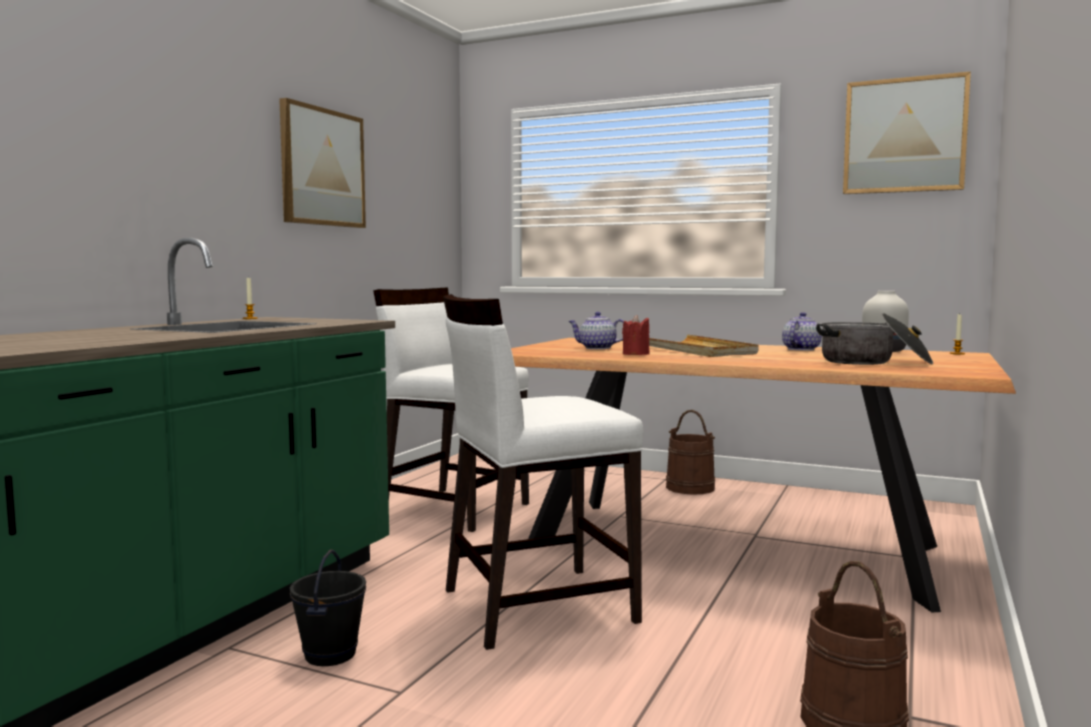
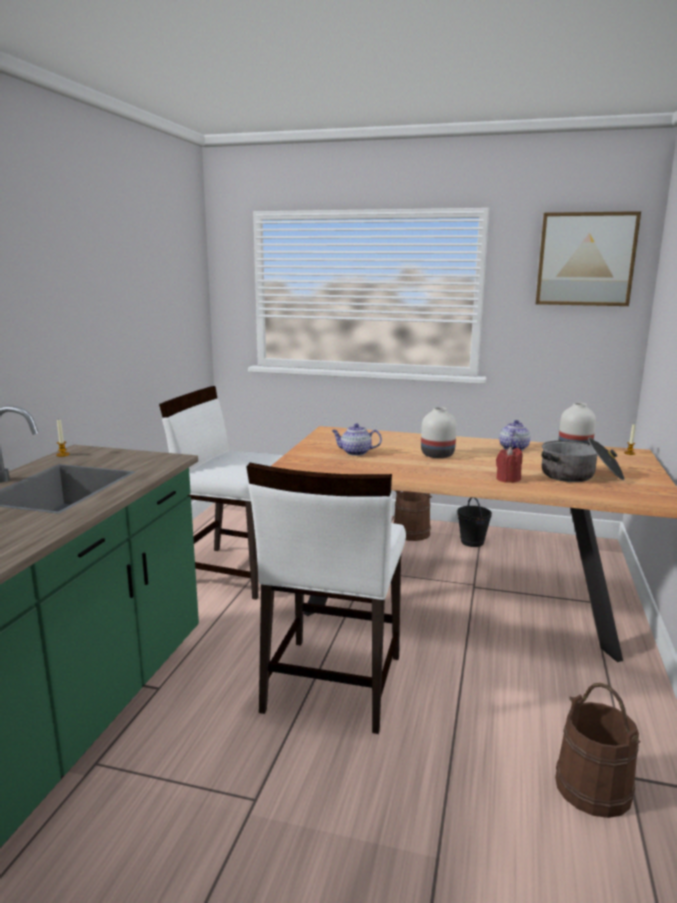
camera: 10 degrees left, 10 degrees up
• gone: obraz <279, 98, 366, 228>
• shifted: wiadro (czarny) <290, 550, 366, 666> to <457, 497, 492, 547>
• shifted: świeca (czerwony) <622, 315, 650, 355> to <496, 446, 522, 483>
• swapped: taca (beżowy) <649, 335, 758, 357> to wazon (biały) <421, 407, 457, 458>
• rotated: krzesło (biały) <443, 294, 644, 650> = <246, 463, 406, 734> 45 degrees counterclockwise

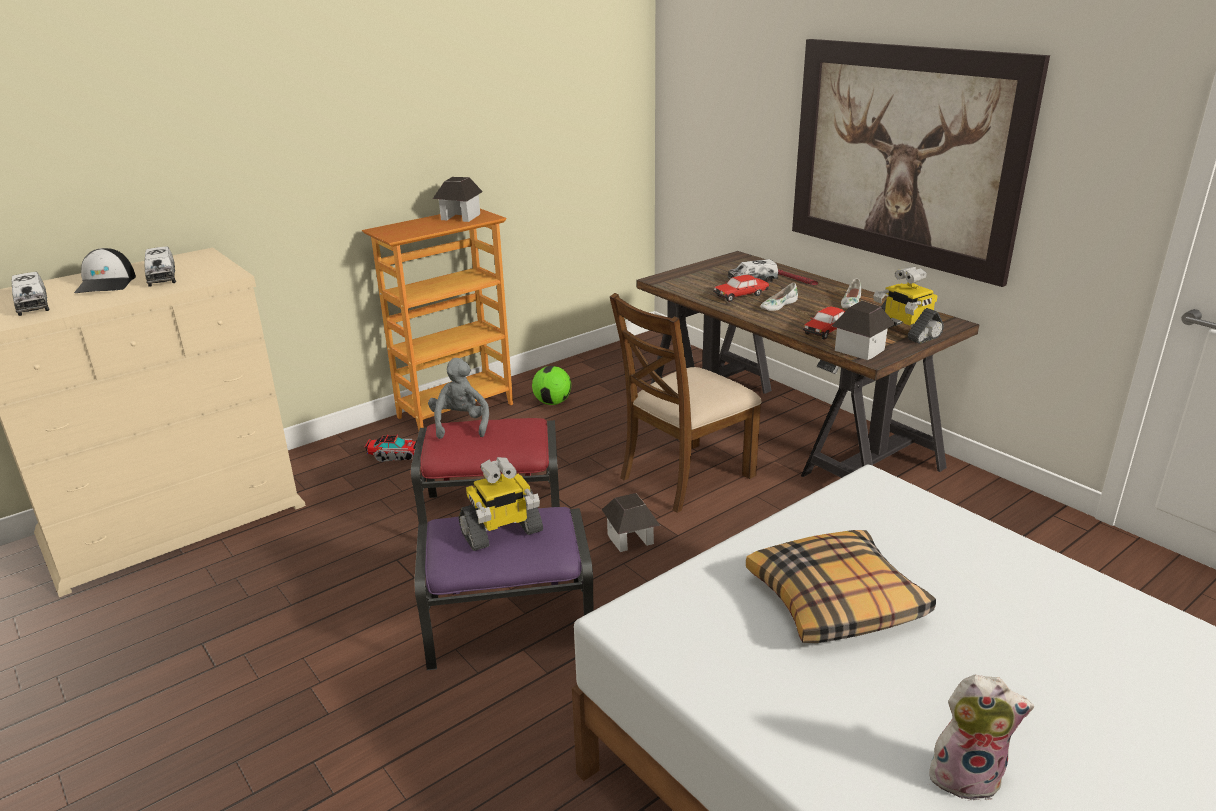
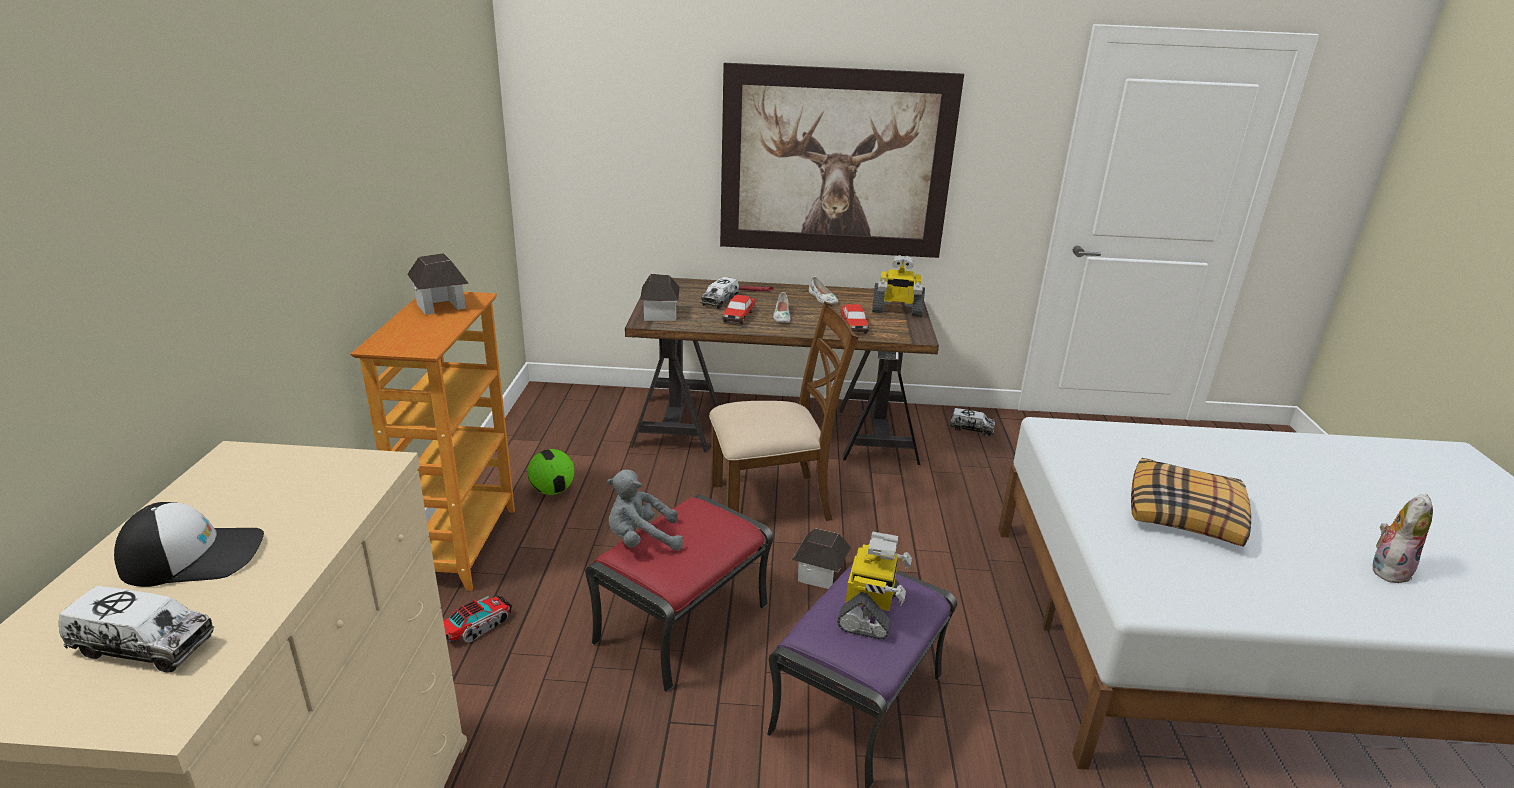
camera: 50 degrees left, 0 degrees up
• shifted: ciężarówka zabawkowa <145, 246, 176, 287> to <949, 408, 995, 436>
• shifted: domek <832, 301, 895, 360> to <640, 274, 680, 321>
• rotated: czapka z daszkiem <74, 248, 136, 293> = <114, 502, 264, 587> 45 degrees counterclockwise
• rotated: pluszak (szary) <428, 358, 489, 439> = <607, 470, 683, 551> 45 degrees counterclockwise
• rotated: krzesło (brązowy) <610, 293, 762, 513> = <709, 301, 859, 521> 105 degrees counterclockwise

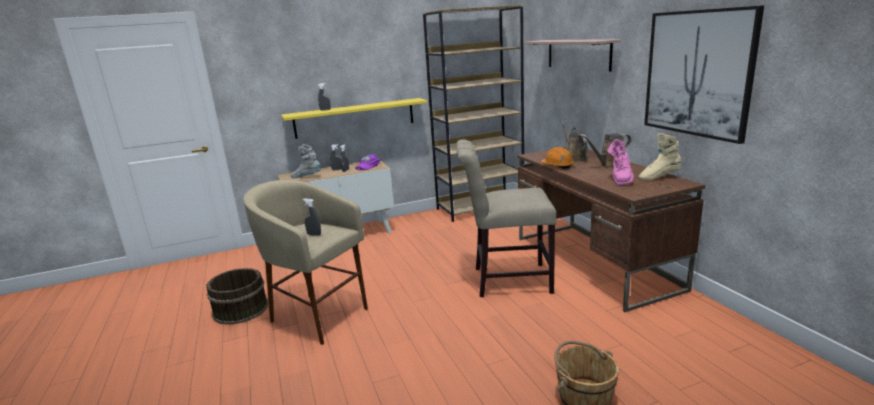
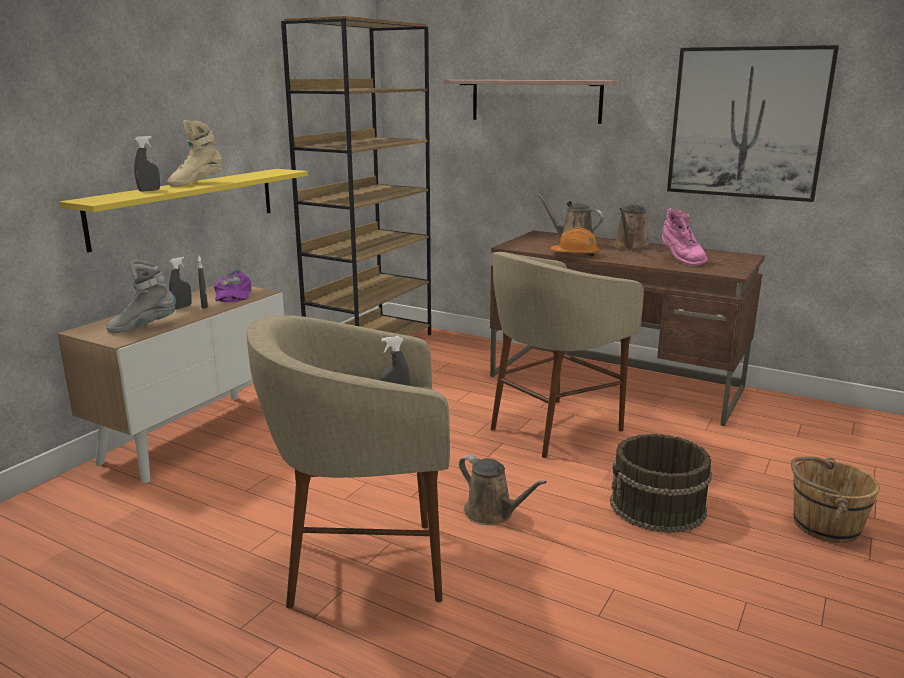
camera: 40 degrees left, 0 degrees up
• new: konewka (brązowy) <459, 455, 547, 525>
• shifted: wiadro (brązowy) <206, 268, 269, 325> to <610, 434, 712, 533>
• shifted: but z cholewką (beżowy) <639, 133, 682, 180> to <168, 120, 222, 187>
• swapped: krzesło (beżowy) <456, 139, 557, 297> to stołek (beżowy) <491, 252, 644, 458>

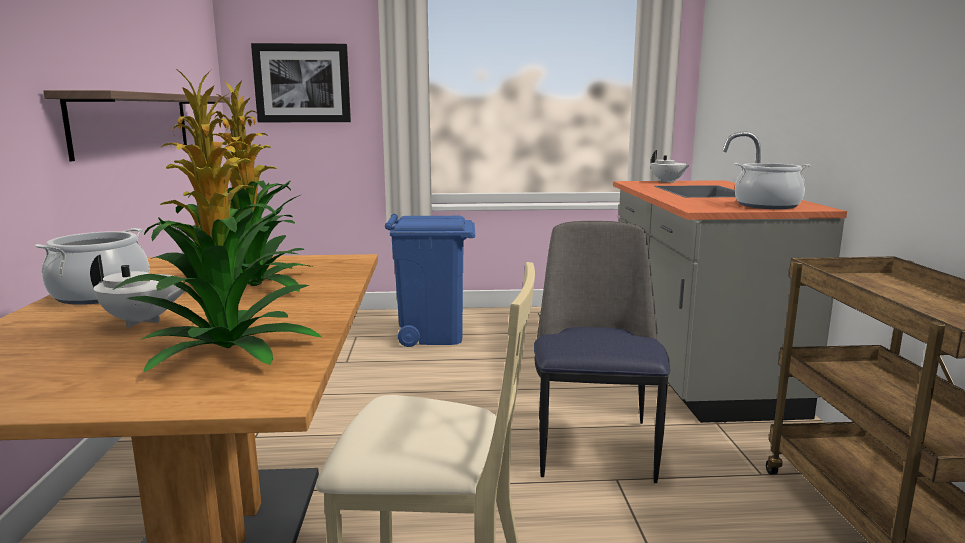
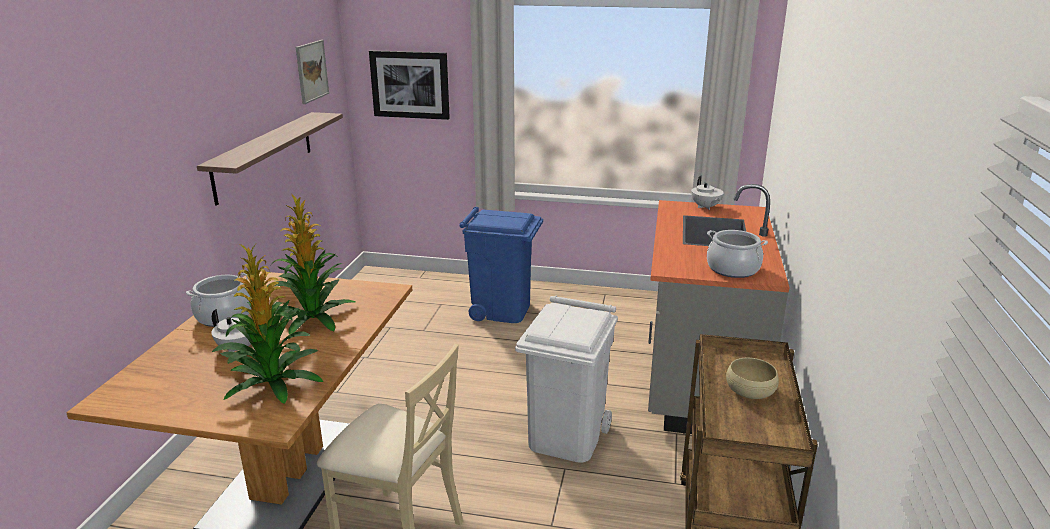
camera: 15 degrees right, 10 degrees up
• new: obraz <296, 40, 329, 104>
• new: miska (beżowy) <726, 358, 779, 399>
• swapped: krzesło <534, 221, 670, 483> to kosz na śmieci (biały) <515, 296, 618, 463>

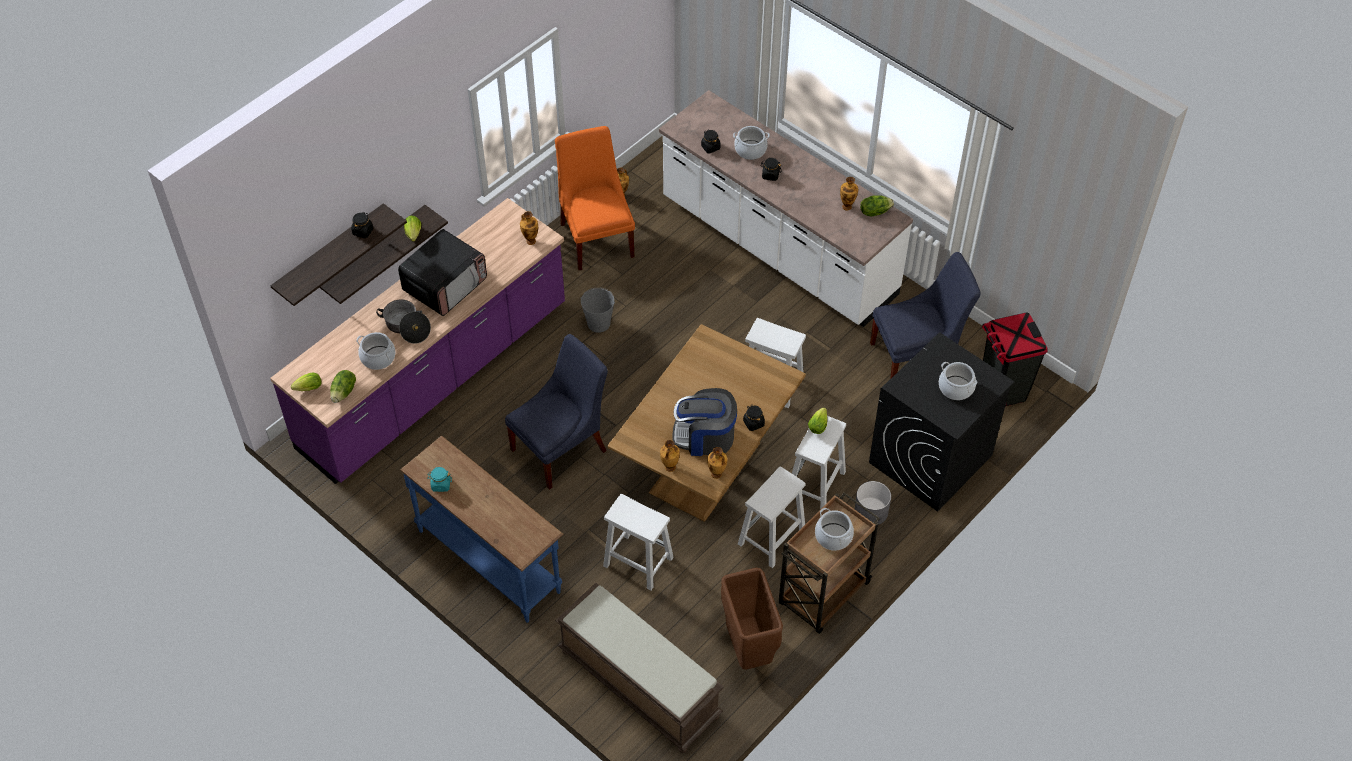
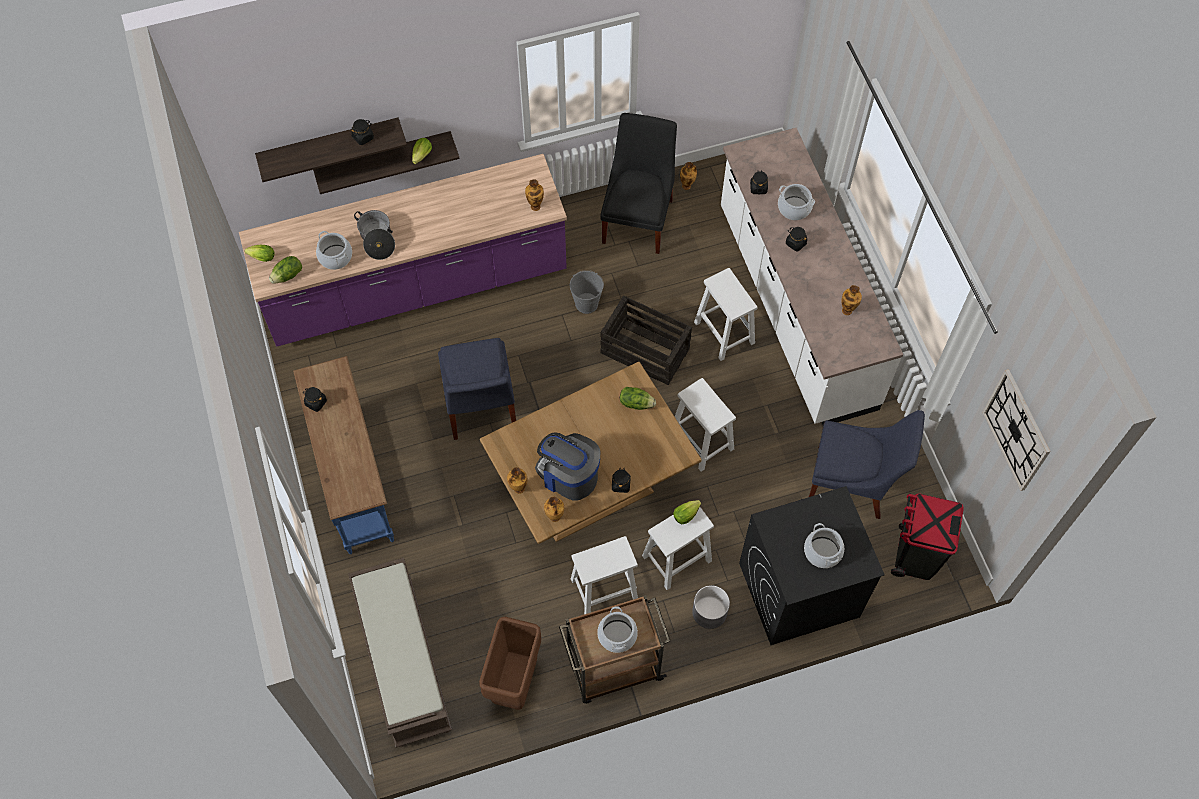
camera: 30 degrees right, 10 degrees up
• gone: mikrofalówka <398, 229, 487, 316>
• new: skrzynka <600, 295, 692, 385>
• new: zegar ścienny <982, 369, 1051, 491>
• shifted: stołek (biały) <603, 494, 674, 591> to <694, 268, 758, 361>
• shifted: sałata <860, 195, 894, 216> to <620, 387, 656, 410>
• repainted: słoik (turkusowy) <427, 467, 452, 492> to słoik (czarny) <303, 387, 327, 412>
• repainted: krzesło (pomarańczowy) <555, 126, 635, 270> to krzesło (czarny) <600, 113, 677, 254>
• rotated: krzesło (niebieski) <505, 334, 608, 490> = <438, 338, 516, 440> 90 degrees clockwise

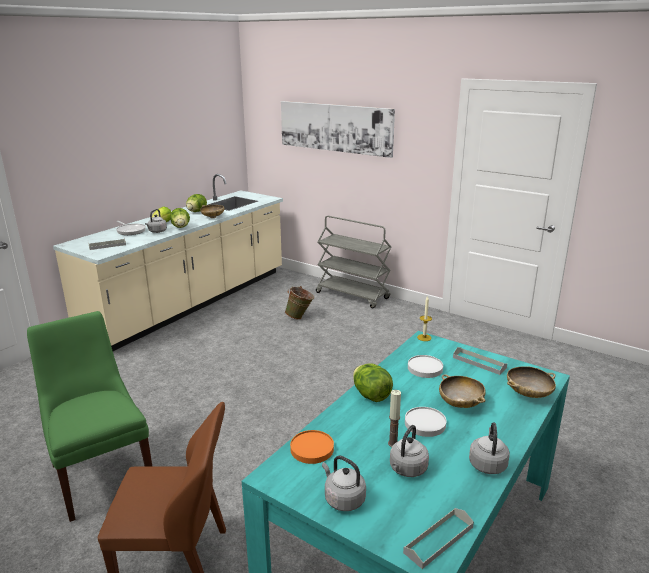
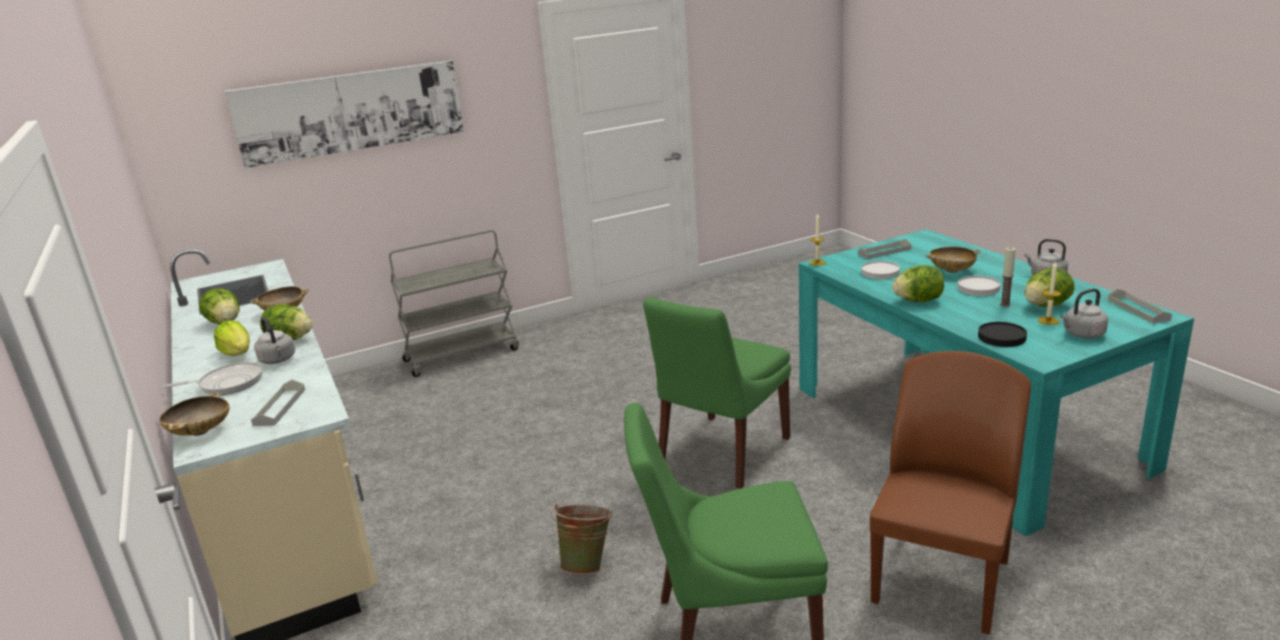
camera: 60 degrees left, 0 degrees up
• new: krzesło (zielony) <643, 297, 791, 489>
• new: świeca <1038, 261, 1061, 325>
• shifted: wiadro (zielony) <285, 286, 314, 320> to <552, 504, 612, 574>
• shifted: miska (beżowy) <507, 366, 556, 398> to <159, 392, 229, 436>
• swapped: czajnik (szary) <390, 425, 429, 477> to sałata <1025, 268, 1075, 307>
• repainted: talerz (pomarańczowy) <290, 430, 334, 464> to talerz (czarny) <978, 322, 1027, 347>

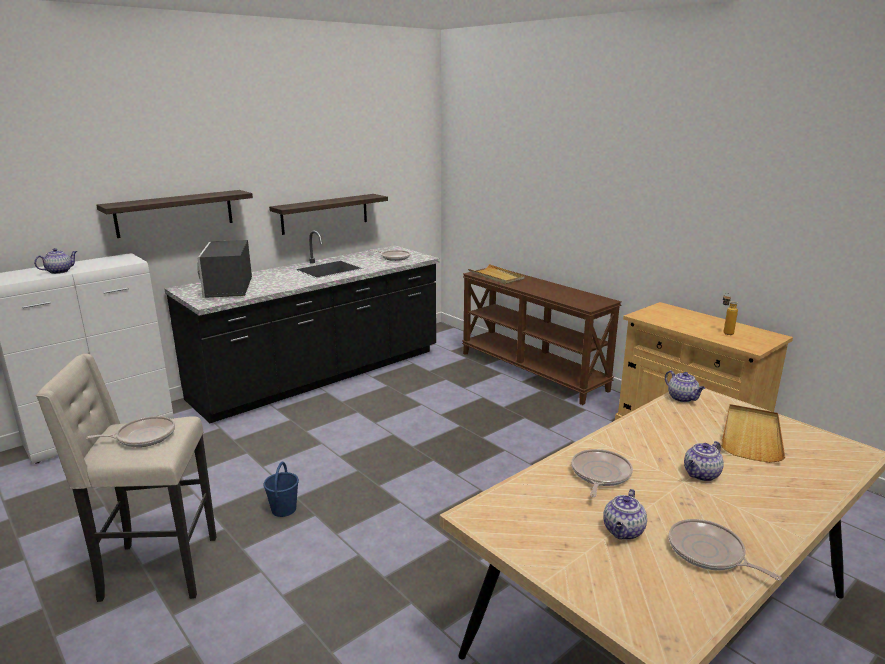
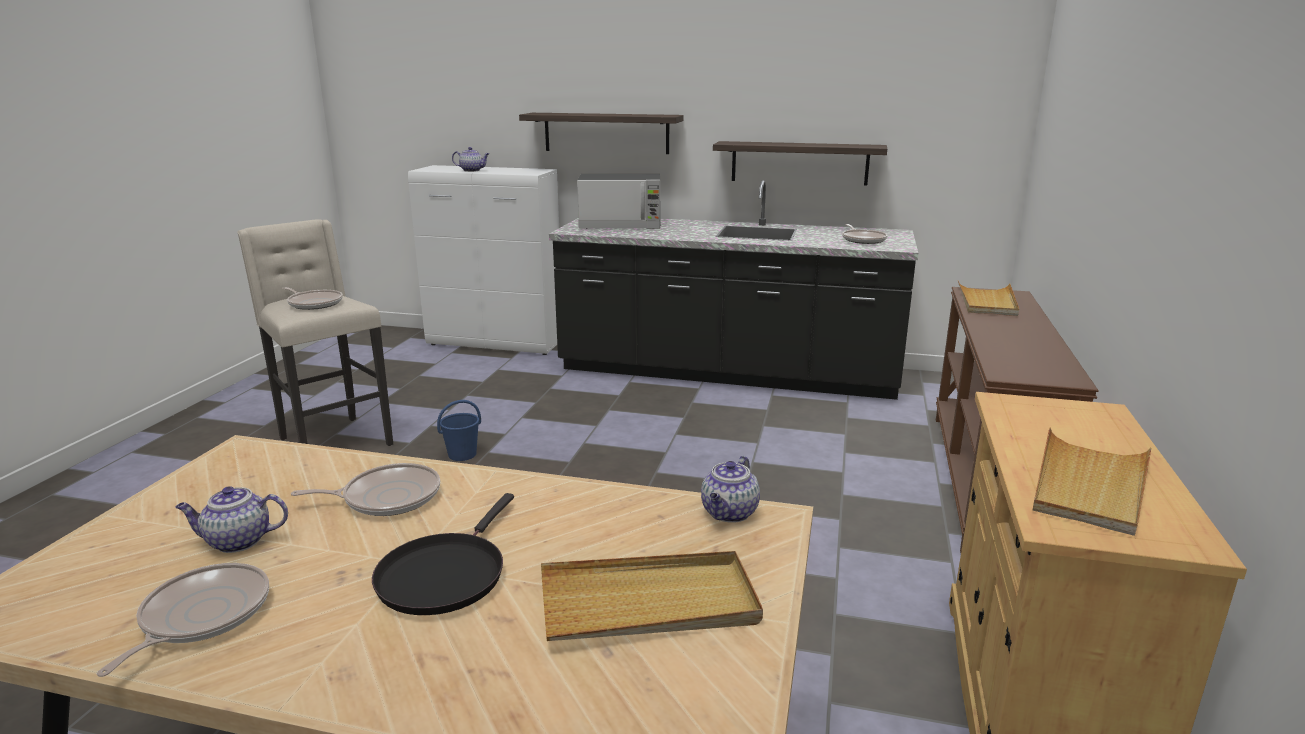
camera: 55 degrees right, 0 degrees up
• swapped: imbryk <684, 441, 724, 481> to patelnia (czarny) <372, 493, 514, 615>
• swapped: butelka <723, 293, 738, 335> to taca (beżowy) <1033, 427, 1151, 536>
• rotated: mikrofalówka <197, 240, 252, 298> = <577, 174, 660, 229> 135 degrees counterclockwise

